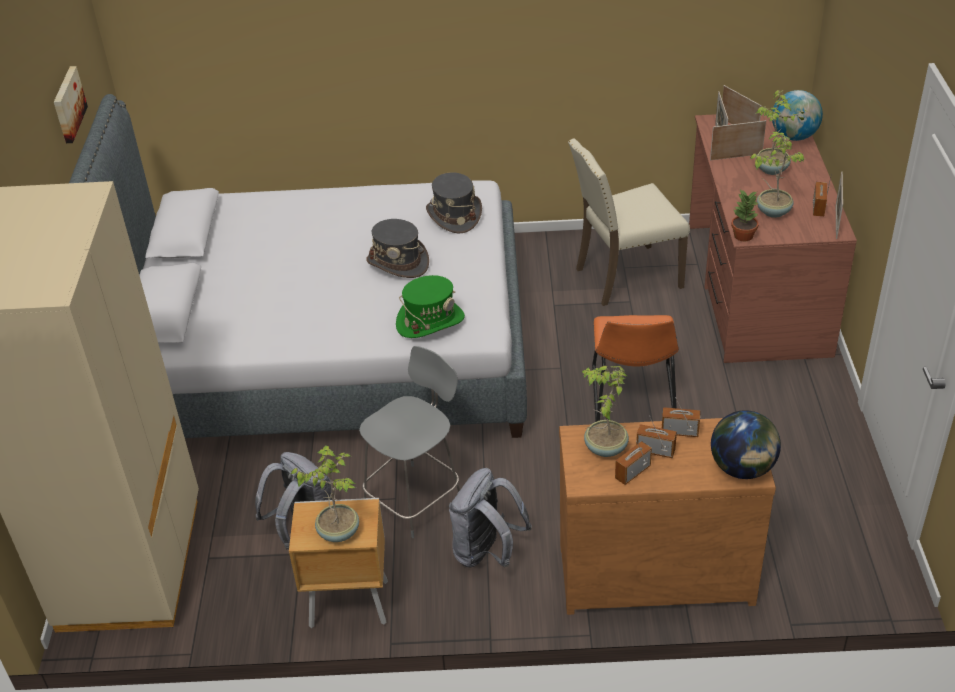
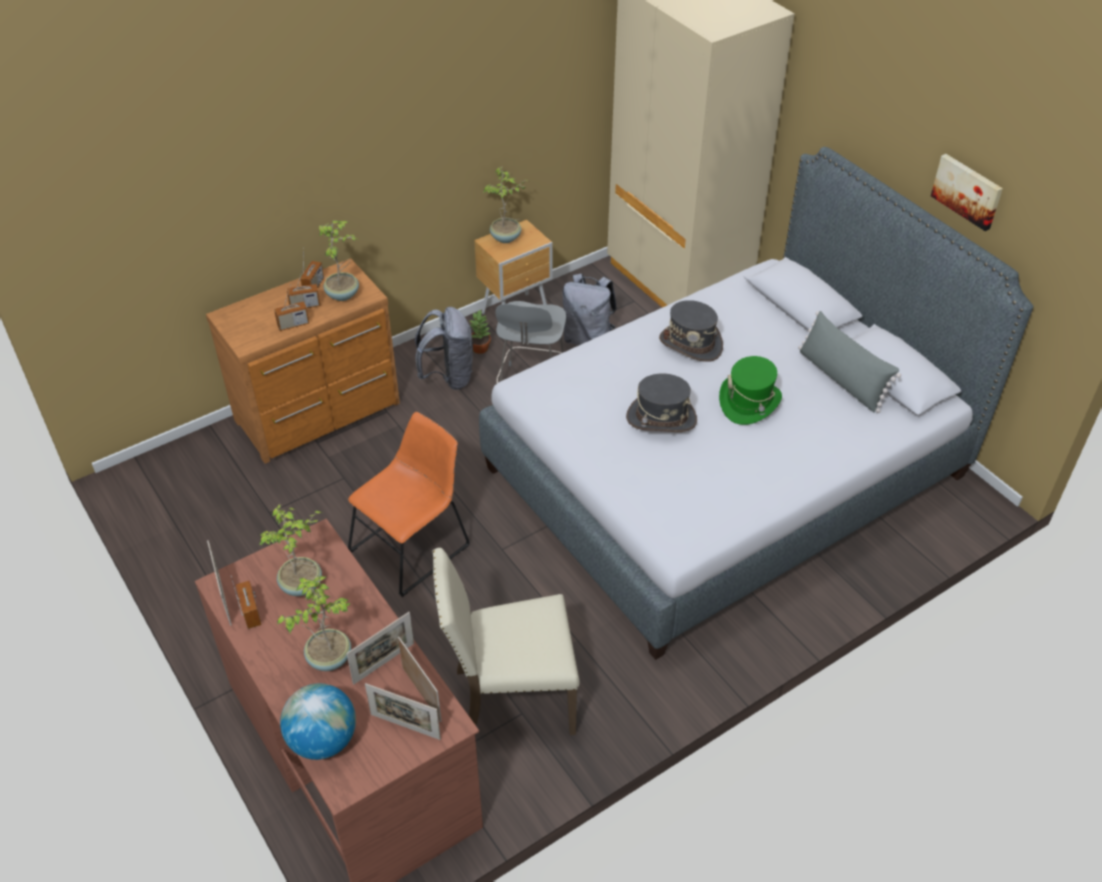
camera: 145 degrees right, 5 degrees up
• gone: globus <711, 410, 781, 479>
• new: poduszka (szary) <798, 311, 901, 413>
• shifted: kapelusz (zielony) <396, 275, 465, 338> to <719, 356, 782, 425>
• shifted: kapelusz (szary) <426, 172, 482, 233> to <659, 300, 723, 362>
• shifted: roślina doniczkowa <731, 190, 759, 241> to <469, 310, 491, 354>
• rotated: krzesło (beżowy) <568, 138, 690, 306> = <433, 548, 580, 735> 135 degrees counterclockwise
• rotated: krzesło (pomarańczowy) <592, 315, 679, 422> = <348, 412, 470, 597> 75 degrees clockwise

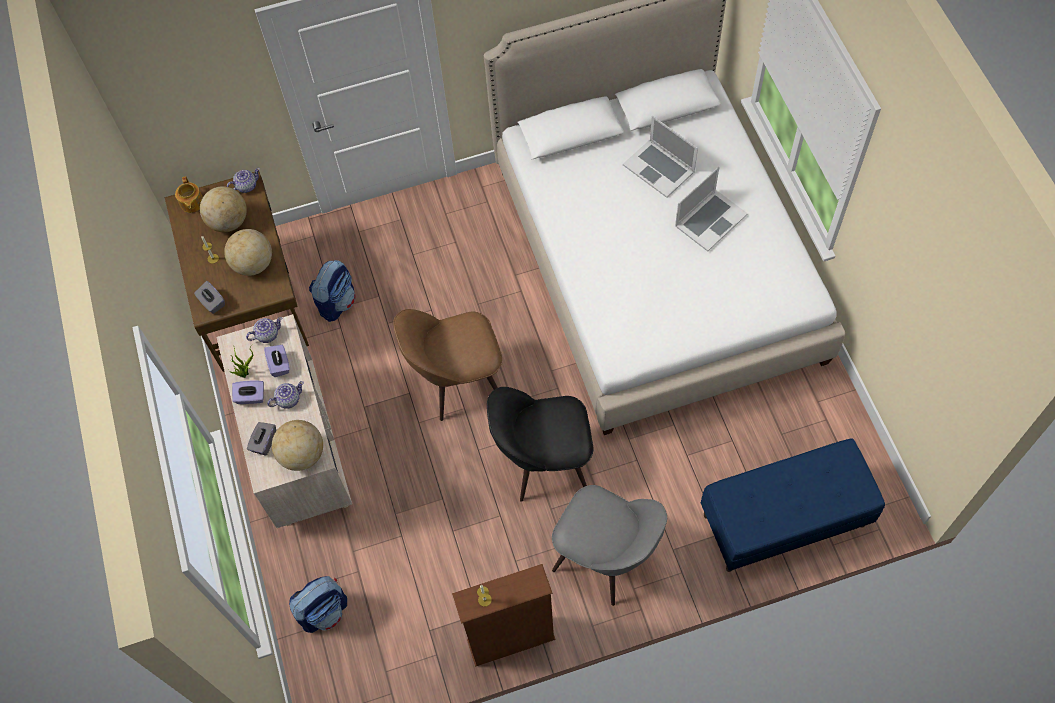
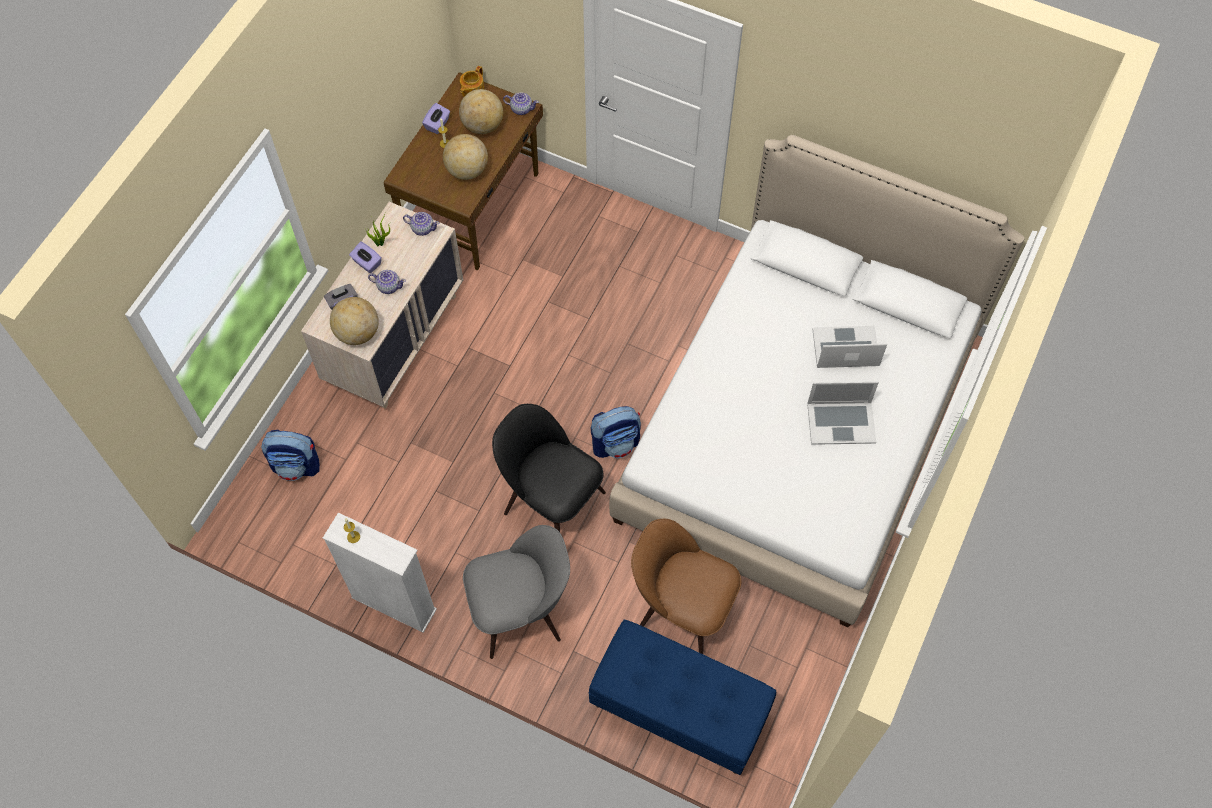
camera: 40 degrees right, 0 degrees up
• gone: pudełko chusteczek (szary) <194, 281, 225, 314>
• shifted: pudełko chusteczek (fioletowy) <264, 345, 290, 377> to <422, 103, 450, 134>
• shifted: plecak <309, 260, 356, 322> to <591, 406, 641, 458>
• shifted: krzesło (brązowy) <393, 309, 502, 421> to <631, 519, 741, 654>
• repainted: regał (brązowy) <452, 564, 556, 667> to regał (biały) <323, 513, 437, 633>
• rotated: krzesło (szary) <552, 485, 667, 606> = <463, 525, 570, 659> 90 degrees counterclockwise
• rotated: laptop <623, 116, 698, 198> = <812, 326, 887, 368> 90 degrees clockwise

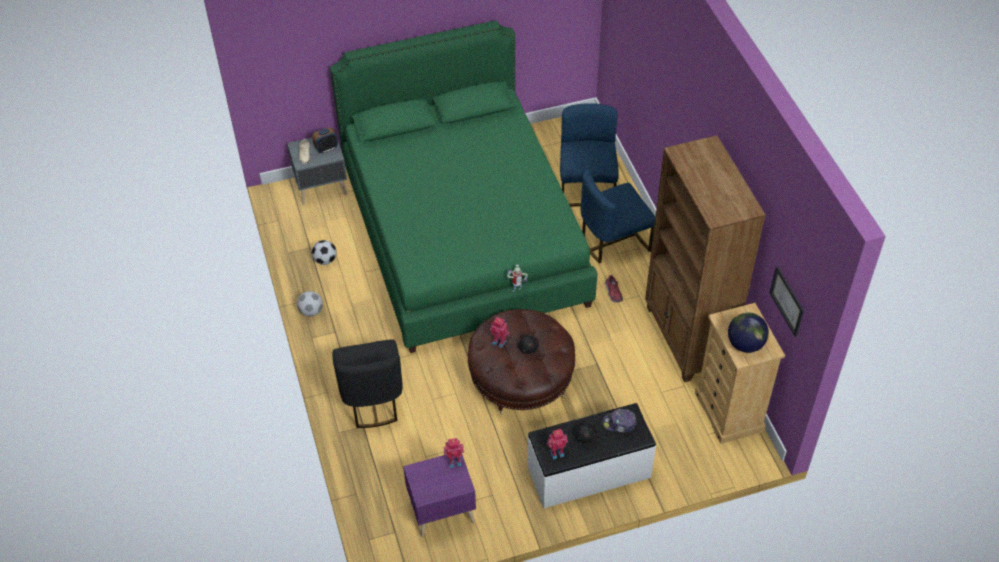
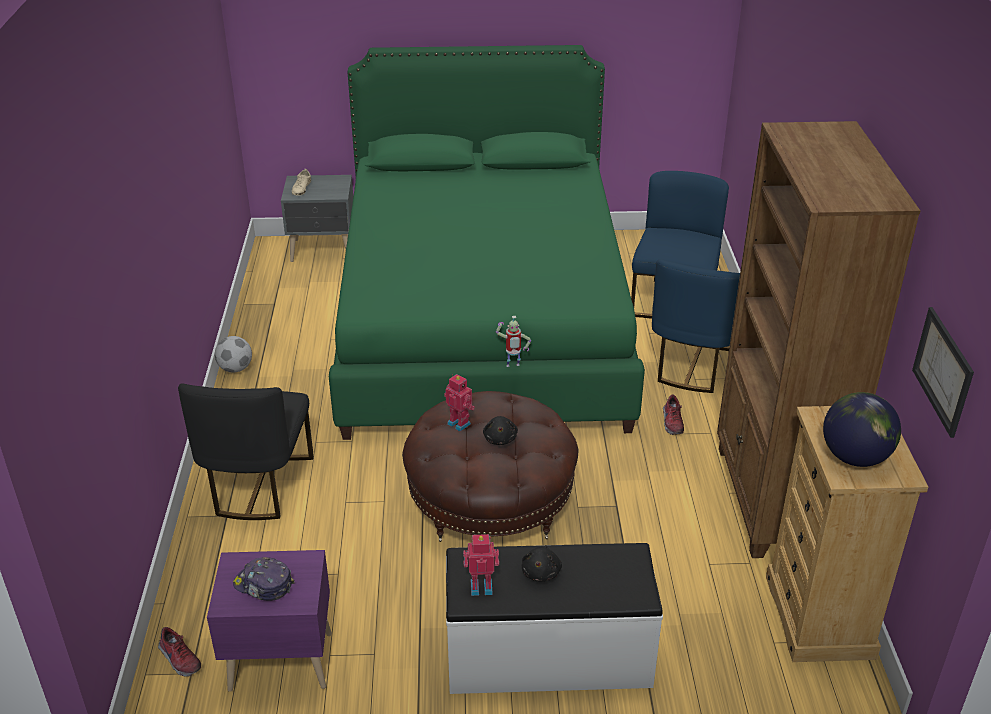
camera: 15 degrees right, 15 degrees down
• gone: budzik <312, 127, 338, 154>
• gone: piłka futbolowa <312, 240, 337, 265>
• gone: robot zabawkowy <444, 438, 464, 468>
• new: but <158, 627, 201, 676>
• shifted: czapka z daszkiem <602, 409, 637, 433> to <233, 557, 295, 601>
• rotated: krzesło (niebieski) <581, 169, 655, 264> = <652, 259, 740, 393> 60 degrees counterclockwise

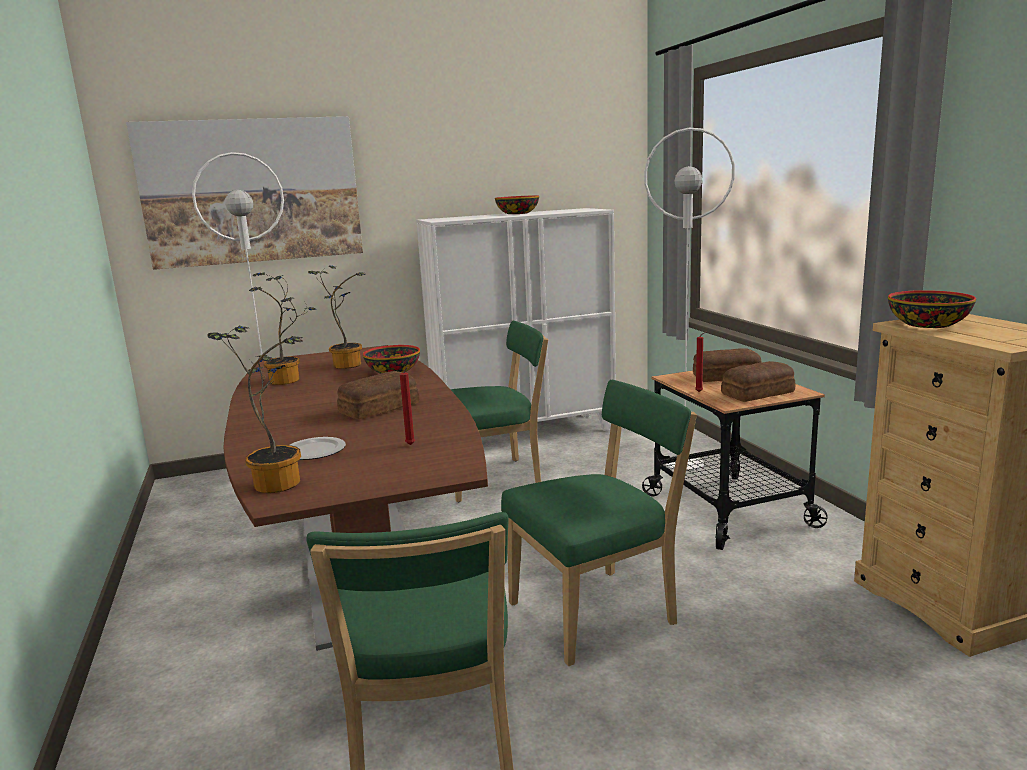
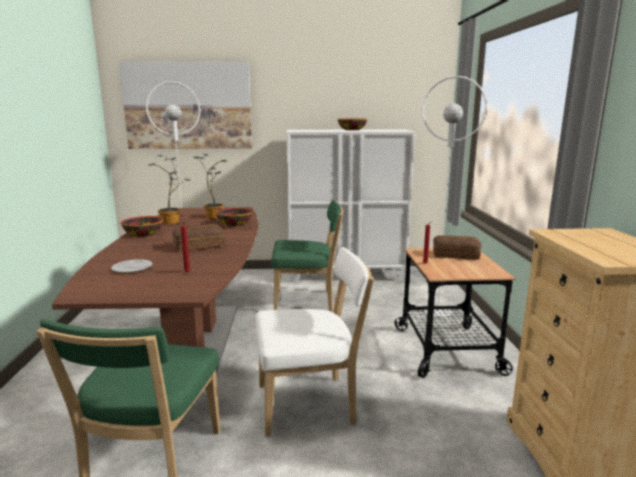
camera: 15 degrees right, 0 degrees up
• gone: roślina doniczkowa <207, 325, 303, 493>
• gone: chleb <721, 361, 796, 402>
• shifted: miska <888, 290, 976, 328> to <121, 216, 163, 237>
• repainted: krzesło (zielony) <501, 380, 697, 666> to krzesło (biały) <255, 247, 374, 437>

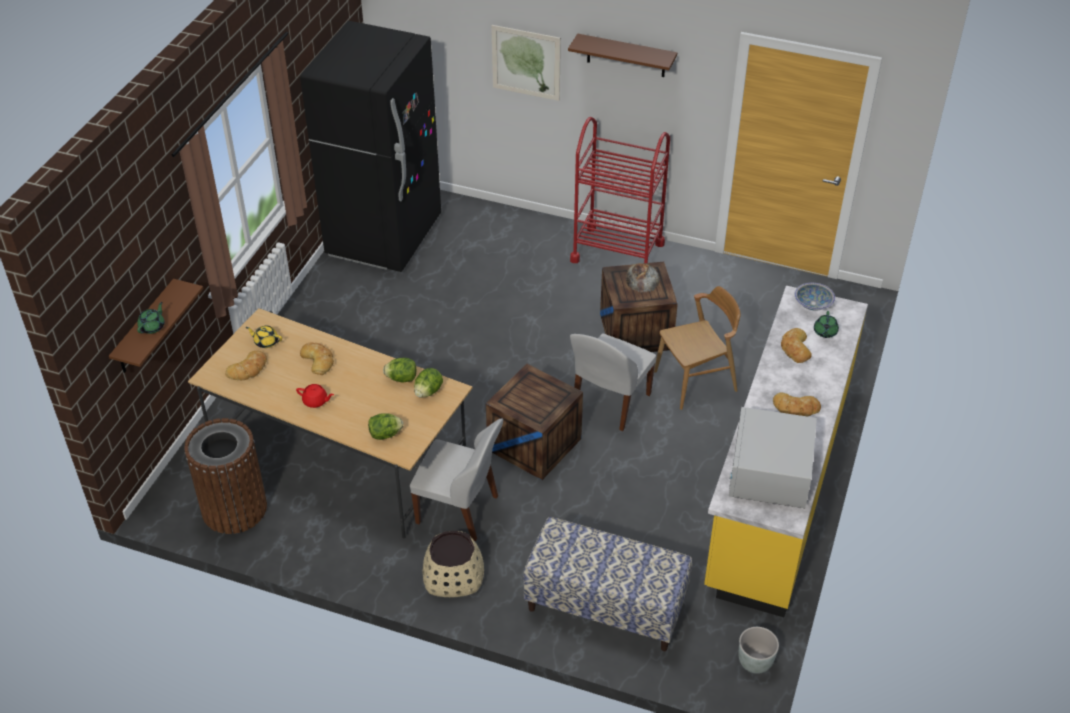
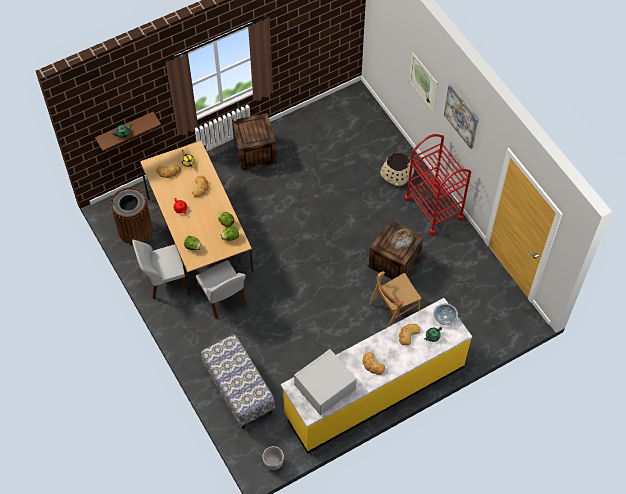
camera: 40 degrees right, 15 degrees up
• gone: lodówka (czarny) <300, 21, 441, 272>
• shifted: donica (beżowy) <422, 531, 484, 597> to <380, 152, 414, 186>
• shifted: skrzynka <486, 364, 583, 480> to <232, 113, 277, 171>
• shifted: krzesło (biały) <570, 333, 656, 431> to <132, 240, 187, 299>
• swapped: półka (brązowy) <568, 34, 677, 77> to obraz <444, 84, 479, 149>
• rotated: krzesło (brązowy) <654, 286, 741, 410> = <369, 271, 422, 328> 135 degrees clockwise

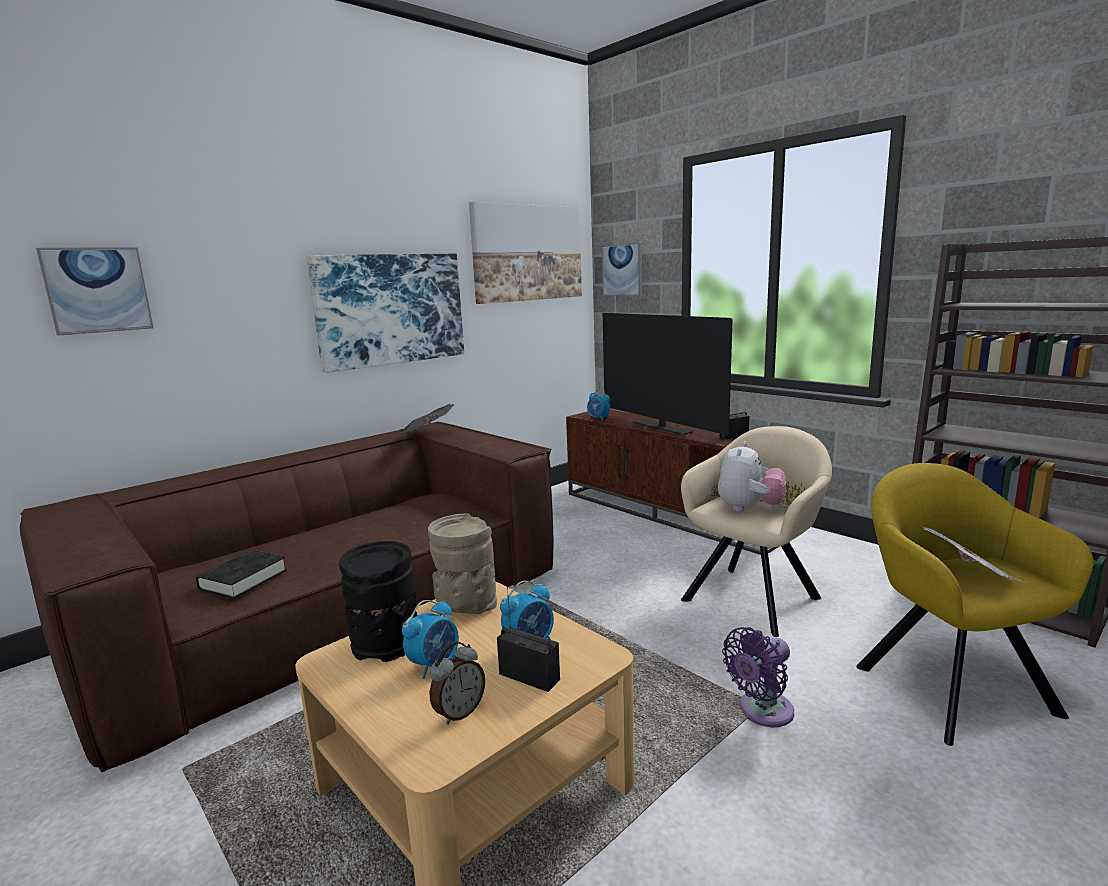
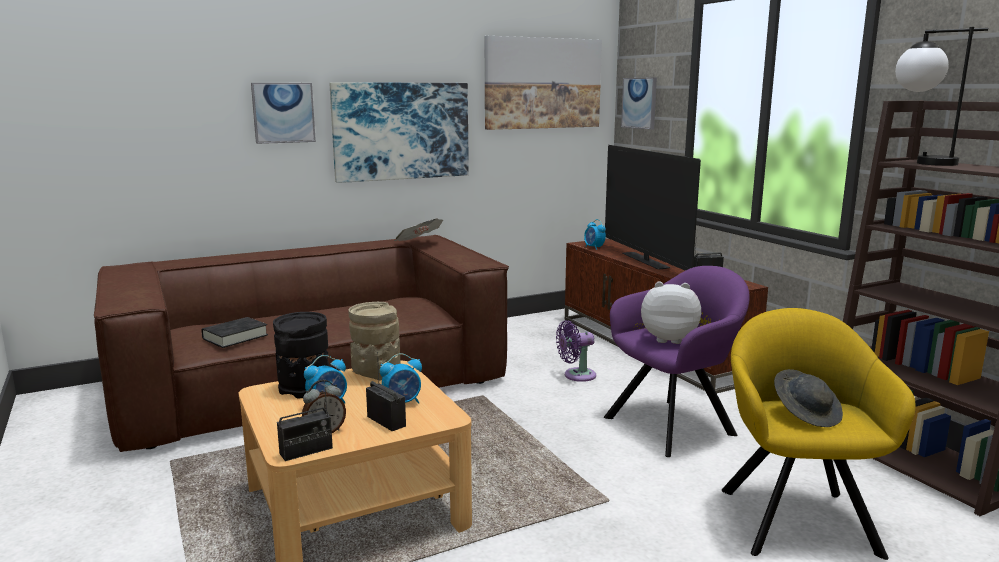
camera: 15 degrees right, 0 degrees up
• new: radio <277, 381, 333, 461>
• new: lampa stołowa <895, 27, 988, 166>
• shifted: obraz <36, 247, 154, 336> to <251, 83, 316, 144>
• shifted: wentylator (fioletowy) <722, 627, 794, 727> to <556, 320, 596, 382>
• swapped: gazeta <922, 527, 1026, 583> to kapelusz (szary) <774, 369, 843, 427>
• repainted: fotel (beżowy) <681, 426, 832, 637> to fotel (fioletowy) <604, 266, 750, 457>
• rotated: pluszak <718, 442, 787, 512> = <641, 281, 701, 344> 120 degrees counterclockwise

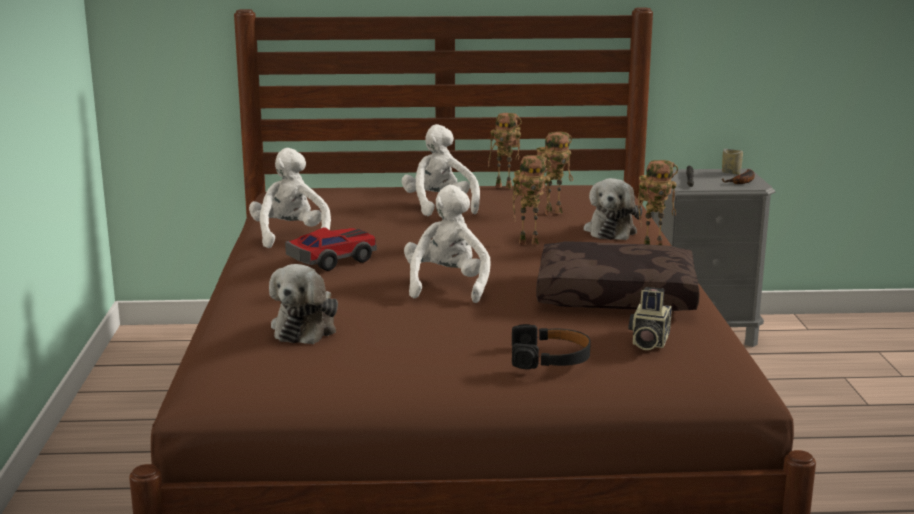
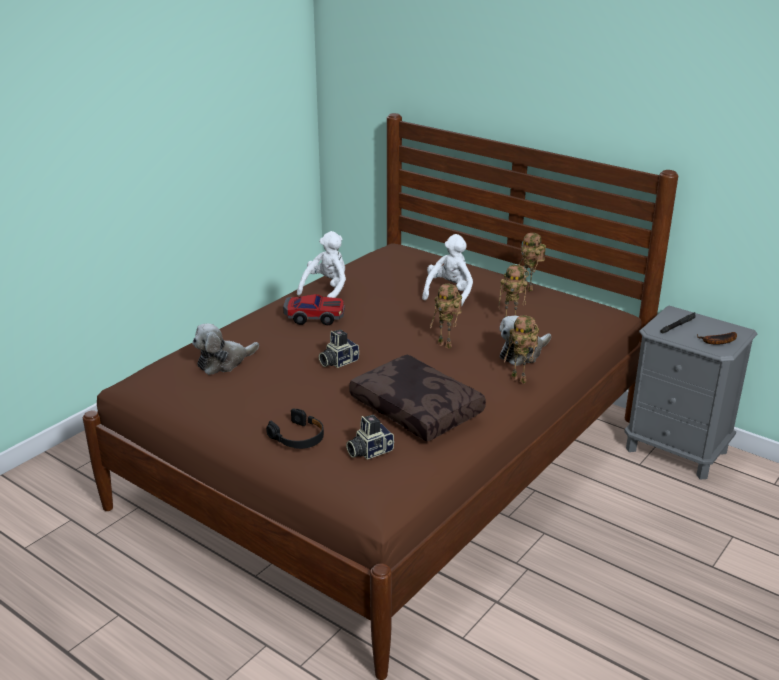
camera: 40 degrees right, 10 degrees up
• gone: filiżanka <722, 149, 743, 175>
• swapped: pluszak (biały) <404, 185, 490, 303> to aparat fotograficzny <319, 329, 359, 368>

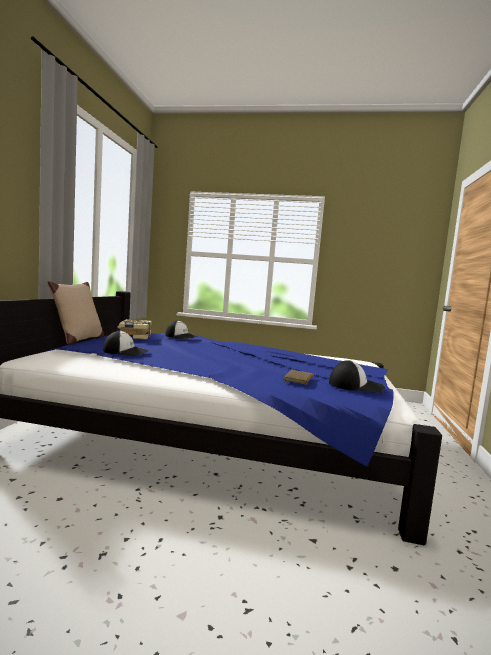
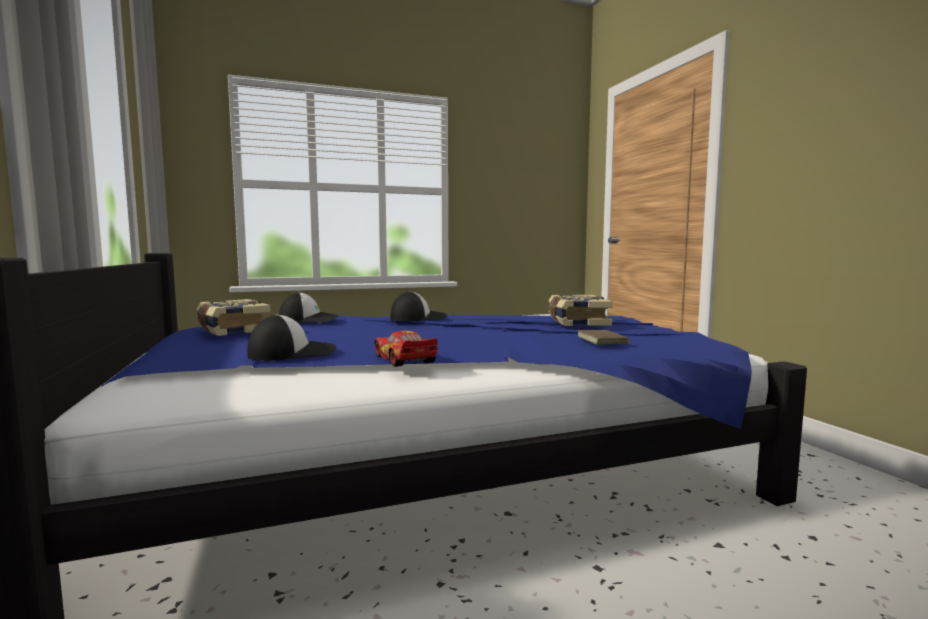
camera: 30 degrees left, 0 degrees up
• gone: poduszka (beżowy) <47, 281, 104, 345>
• new: samochodzik <375, 331, 438, 367>
• new: książka <549, 295, 613, 326>
• shifted: czapka z daszkiem <329, 360, 385, 393> to <390, 291, 448, 321>

